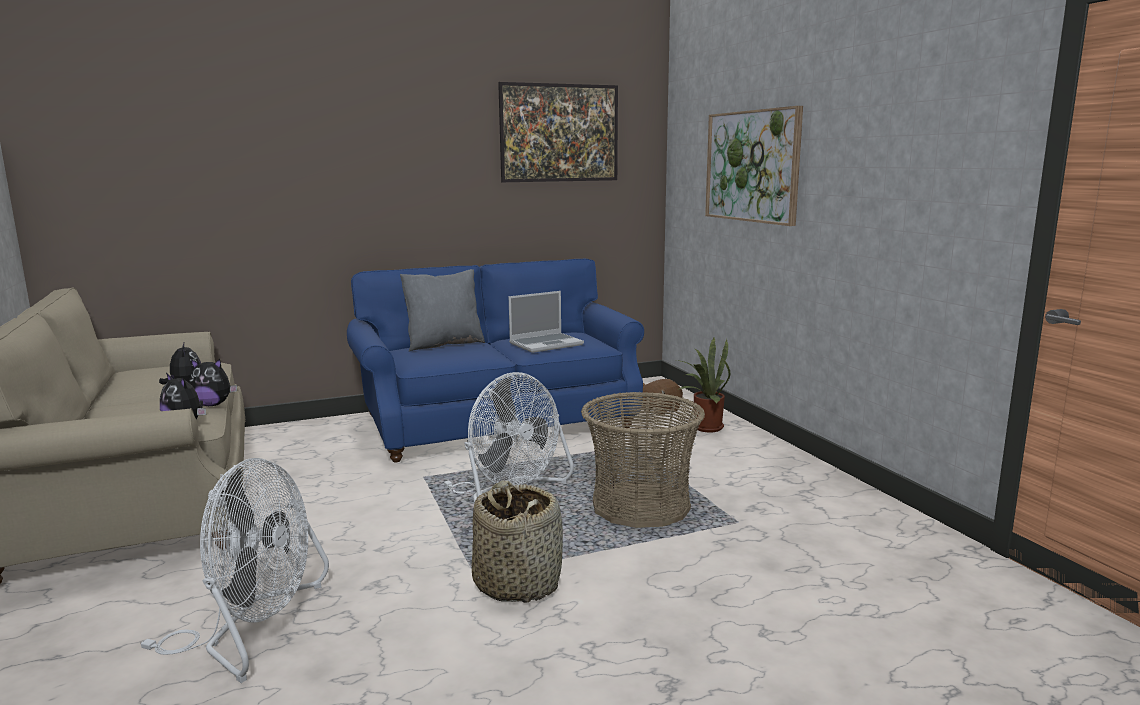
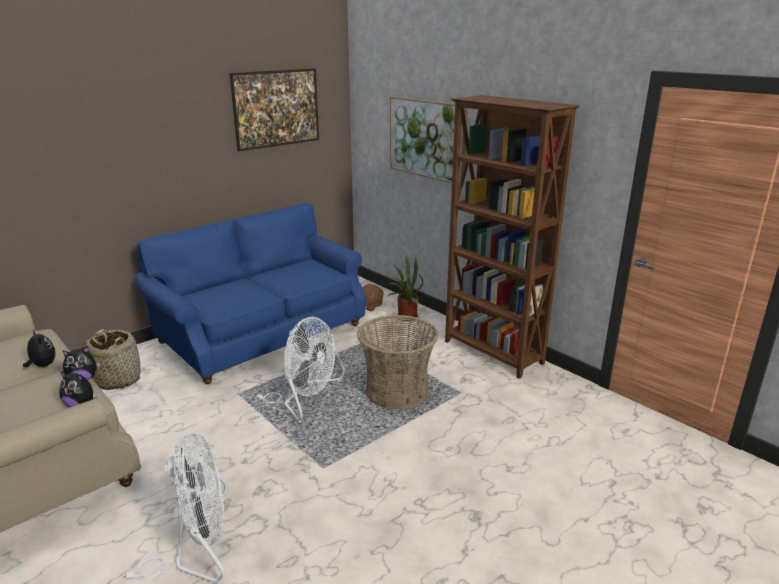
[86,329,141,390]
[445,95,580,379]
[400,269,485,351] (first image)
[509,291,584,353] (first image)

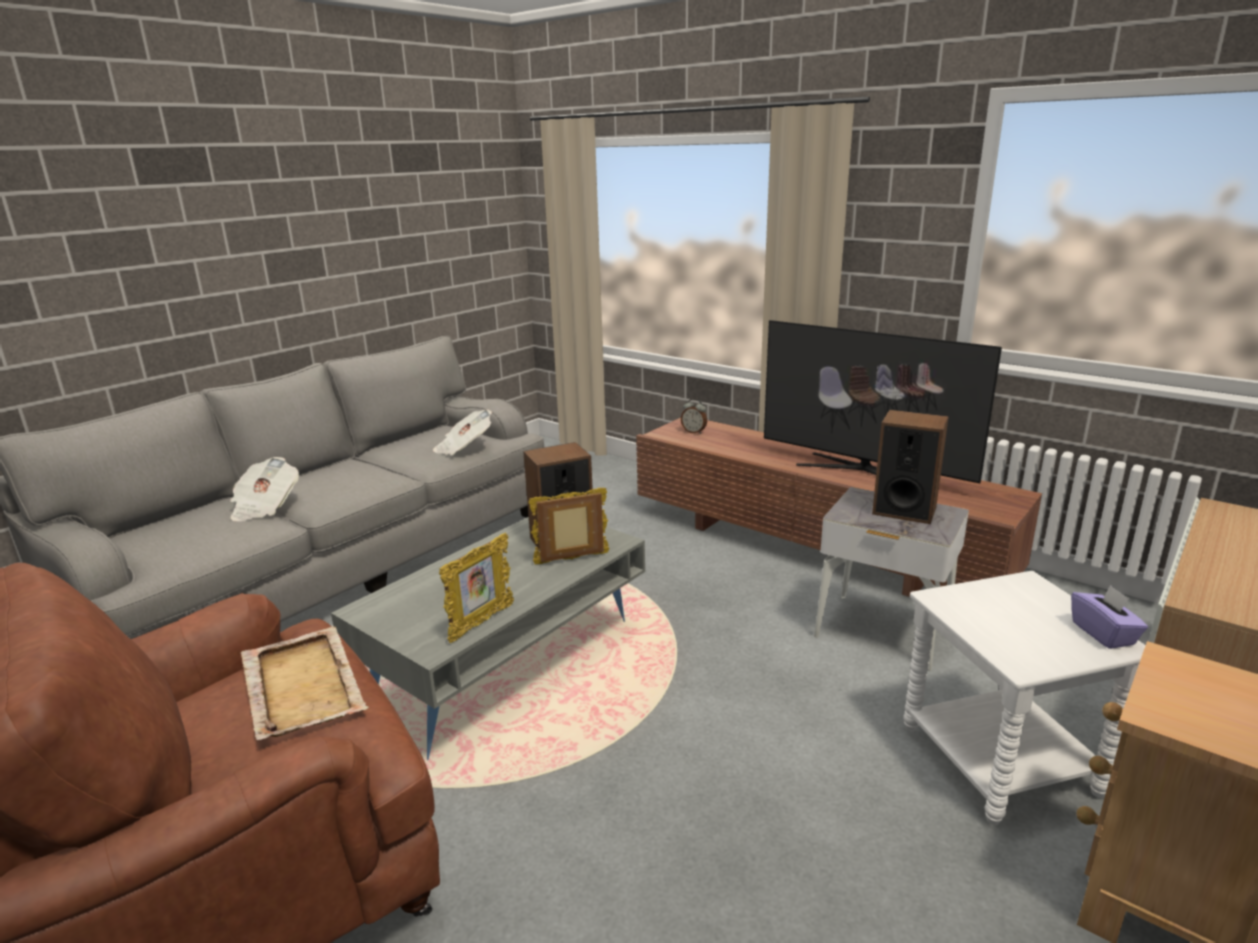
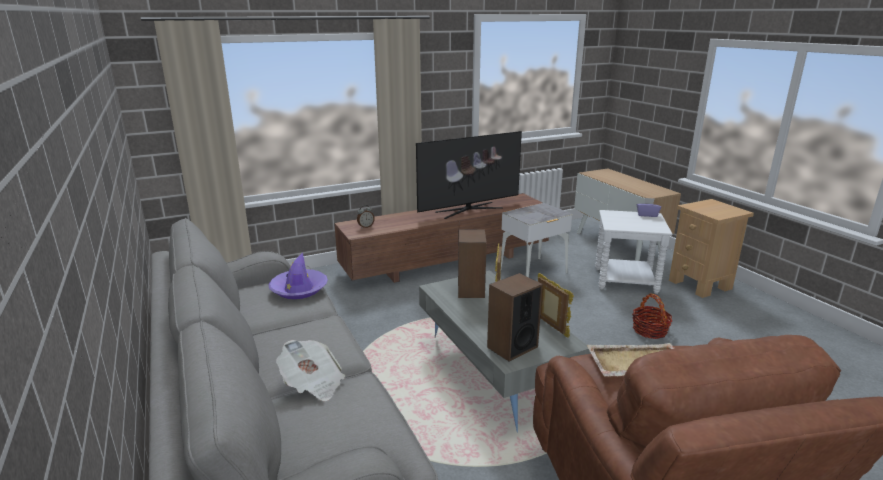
[269,253,328,299]
[487,273,543,362]
[632,293,672,339]

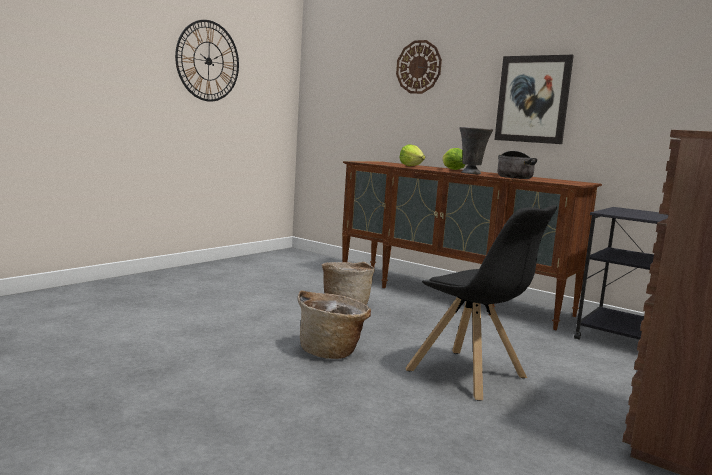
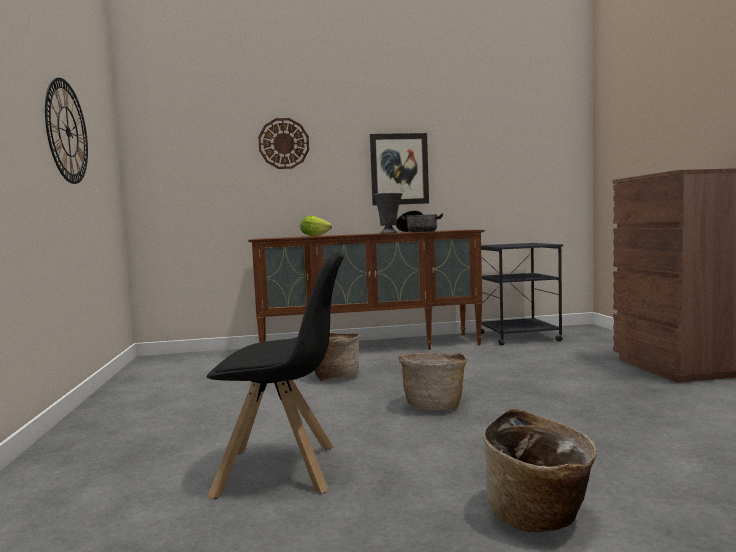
[207,252,344,500]
[483,408,597,532]
[442,148,466,170] (first image)

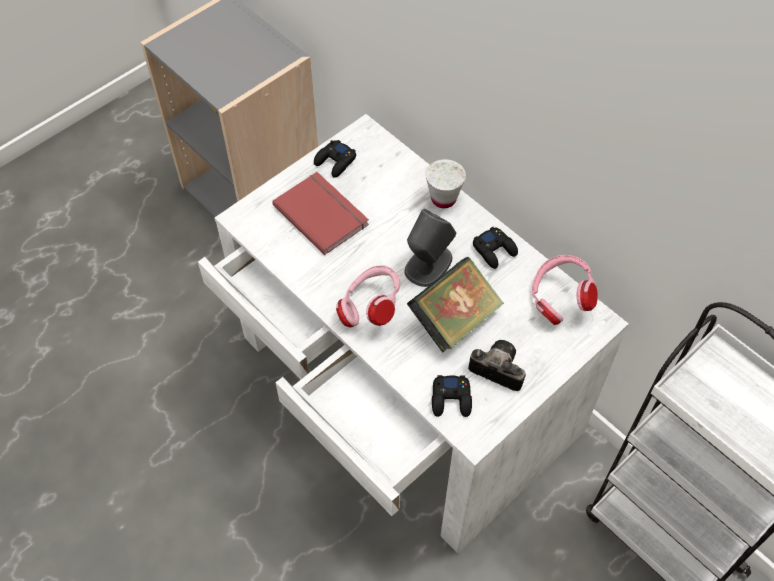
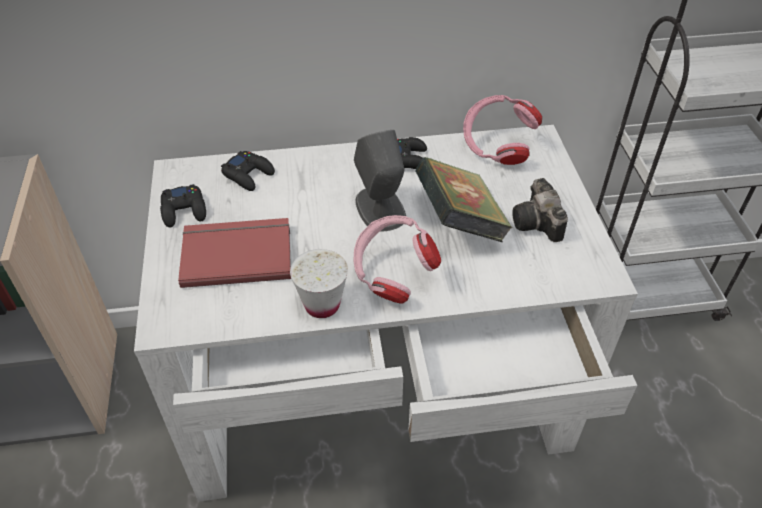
[221,151,275,191]
[290,249,348,318]
[513,178,568,242]

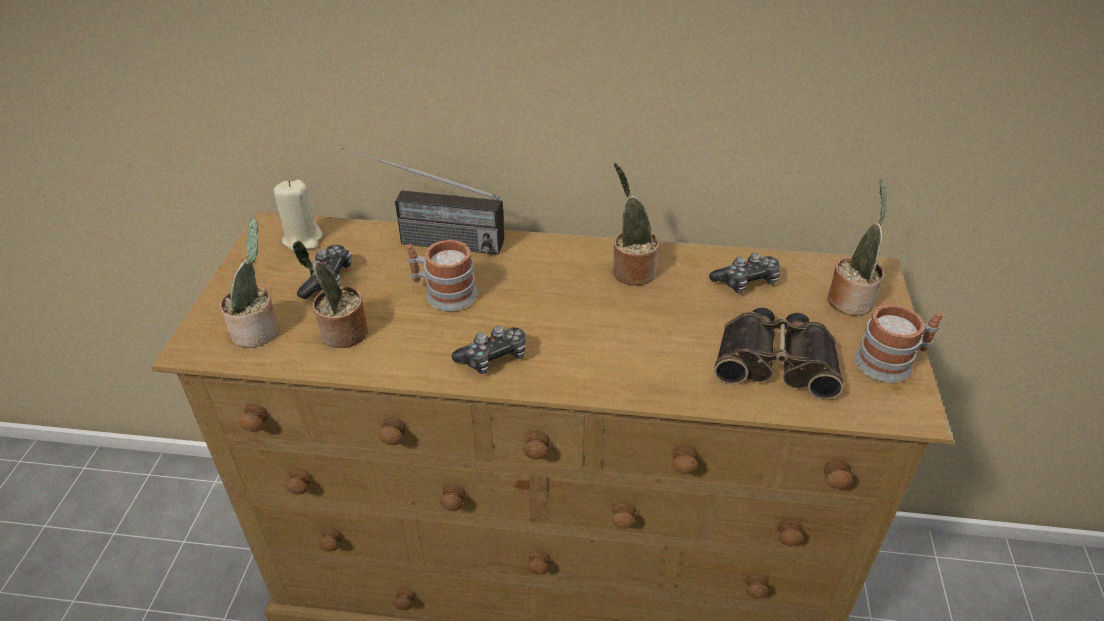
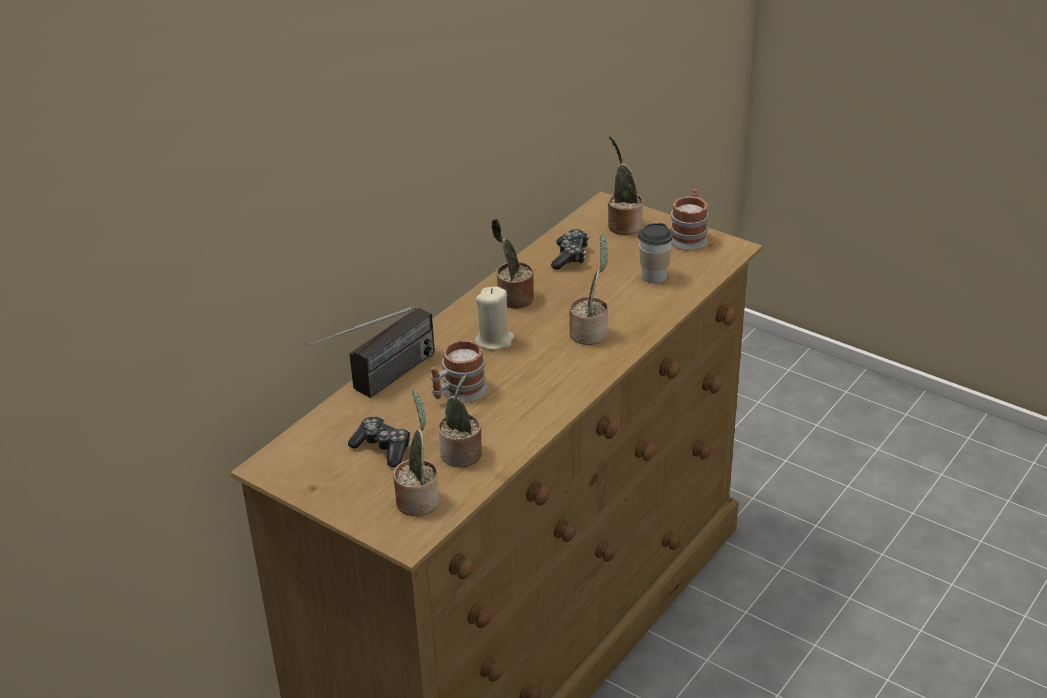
[475,286,515,350]
[569,234,608,345]
[638,223,673,283]
[452,326,526,374] (first image)

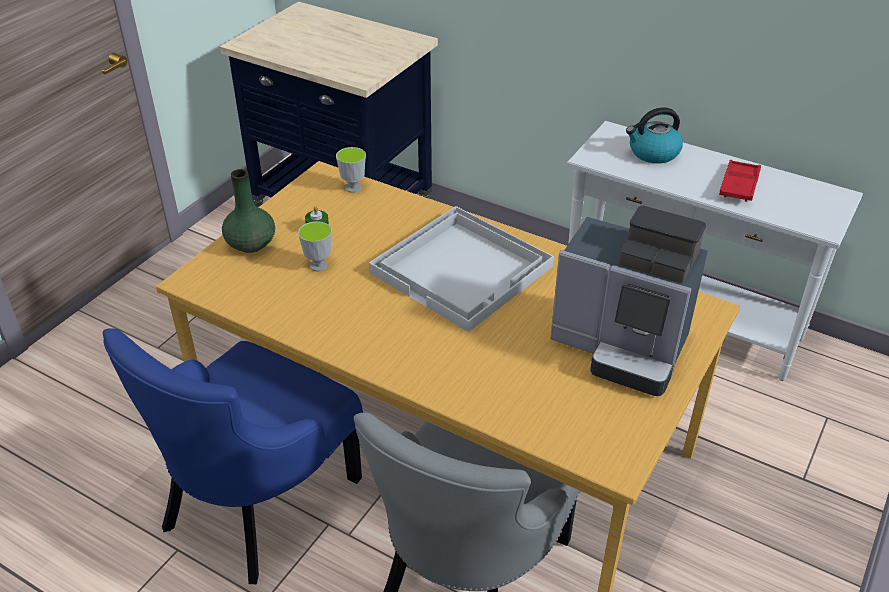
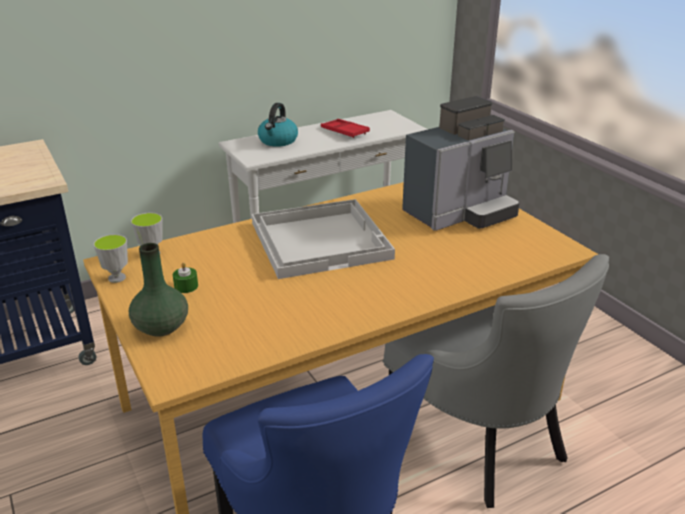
[93,234,128,283]

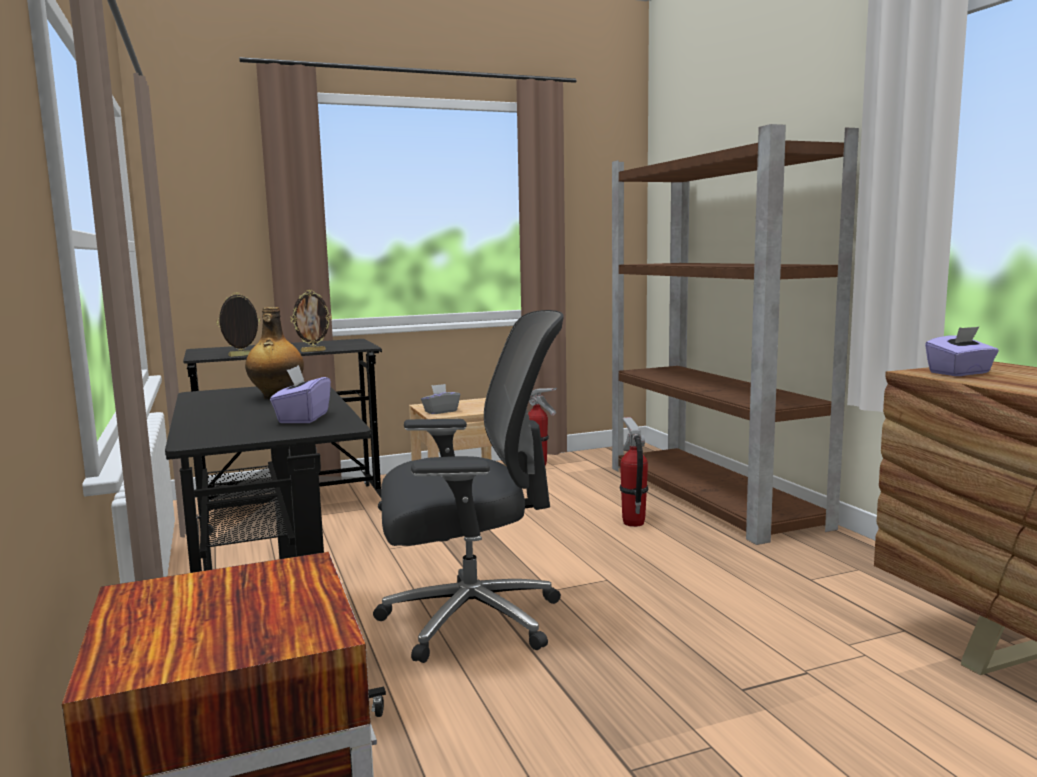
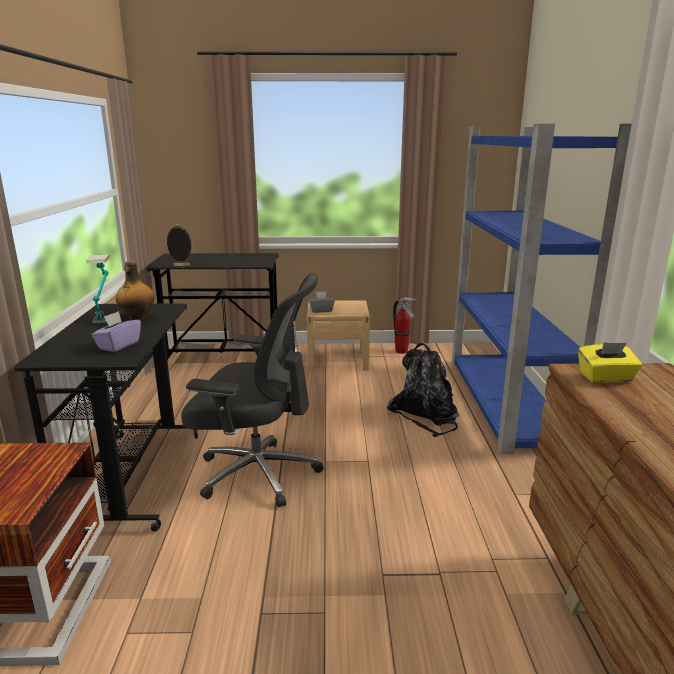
[86,254,110,324]
[387,343,459,437]
[452,124,632,454]
[578,342,642,383]
[291,290,332,352] (first image)

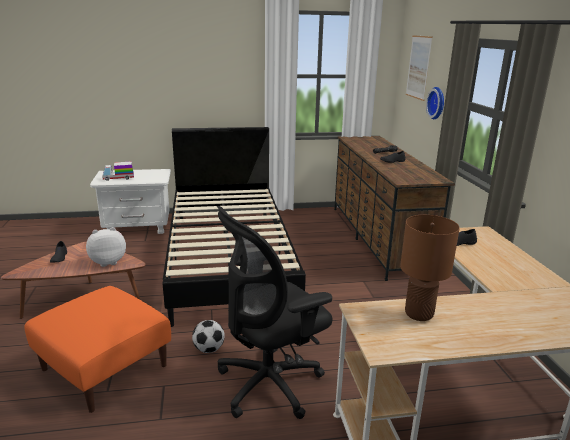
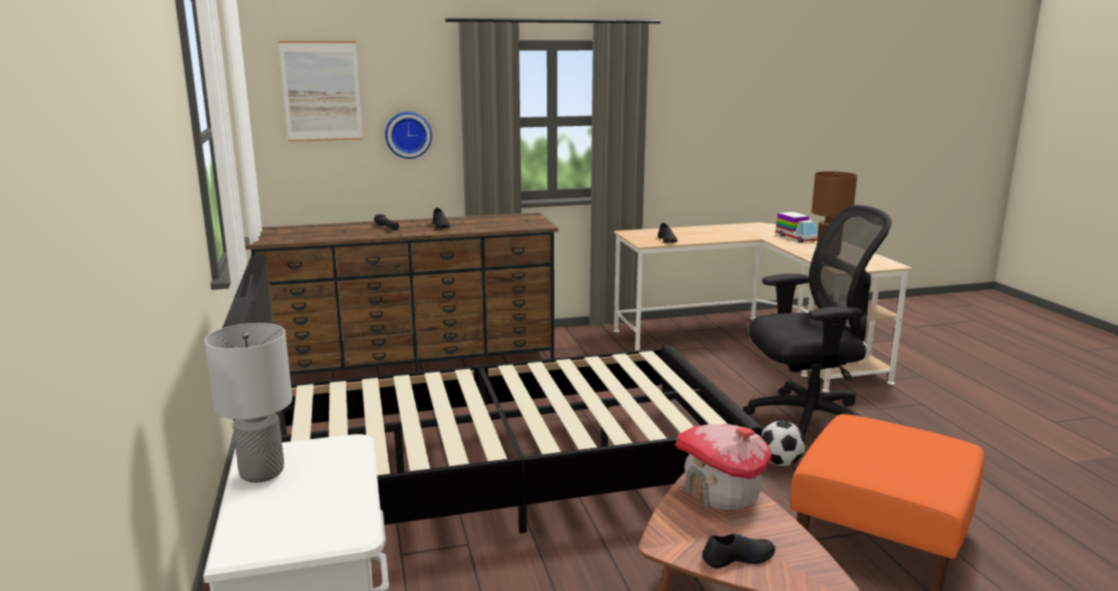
[204,323,292,483]
[675,424,771,510]
[743,205,892,438]
[776,212,818,243]

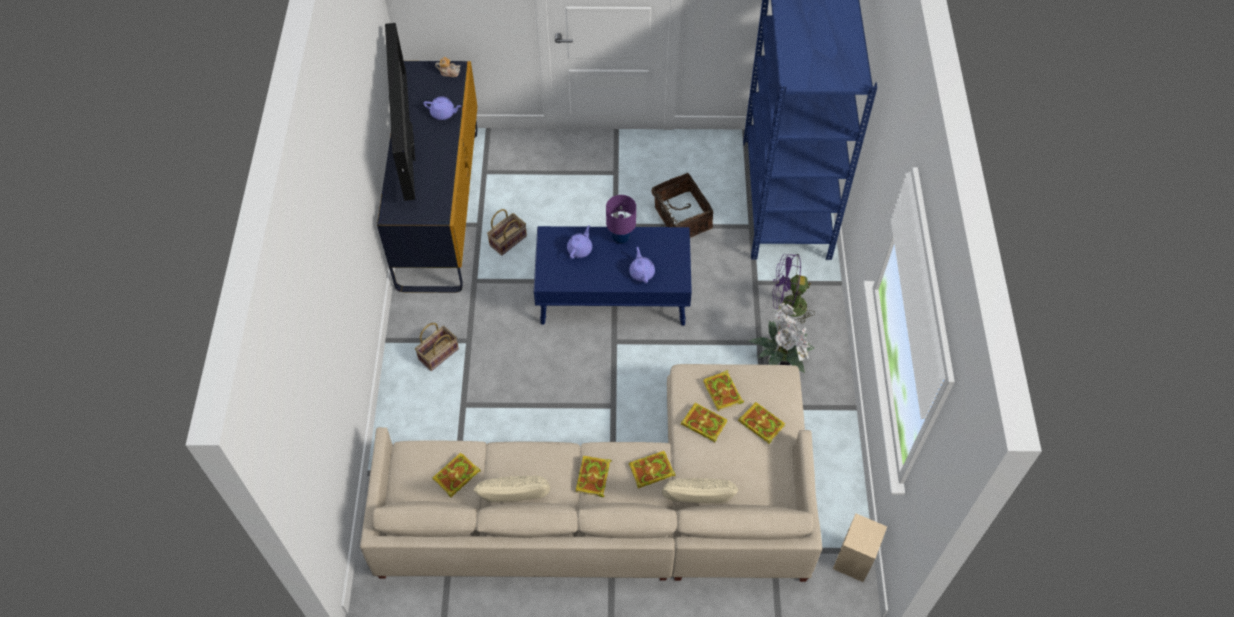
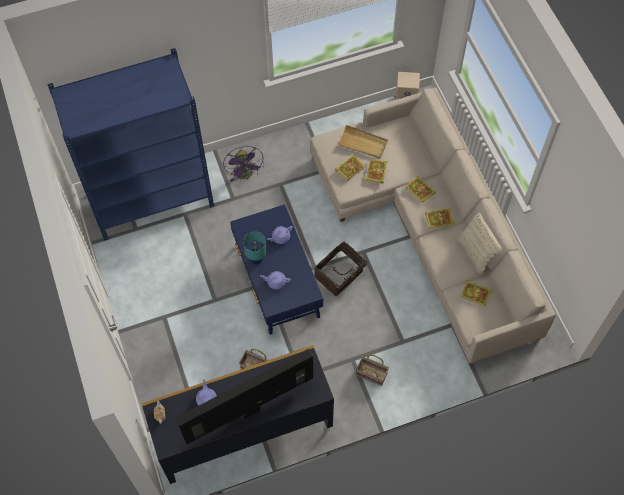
[243,231,267,264]
[315,241,371,296]
[337,125,388,159]
[661,478,739,503] (first image)
[749,303,815,373] (first image)

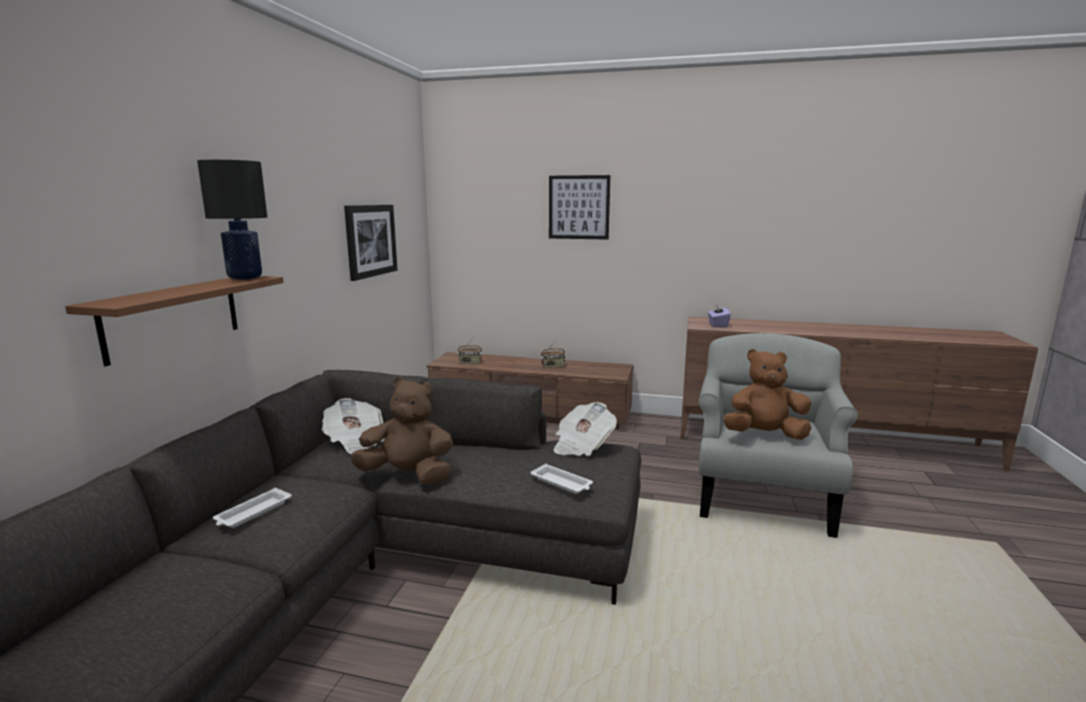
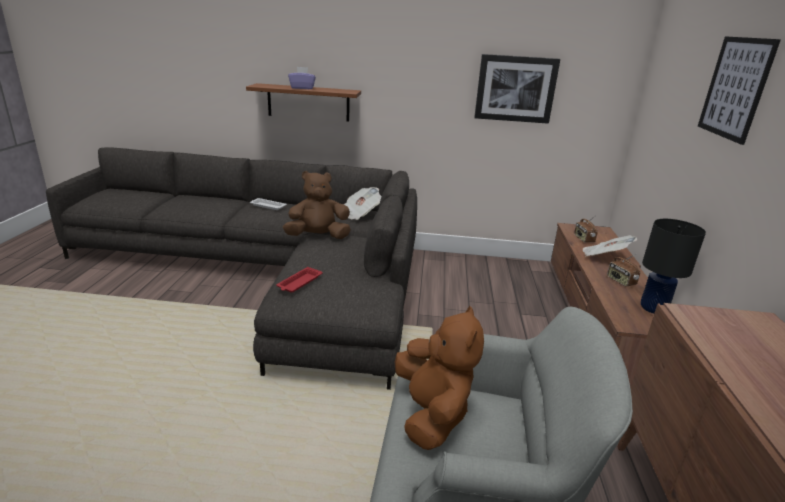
[276,267,323,293]
[283,171,351,239]
[288,67,316,89]
[583,235,637,256]
[641,219,706,314]

